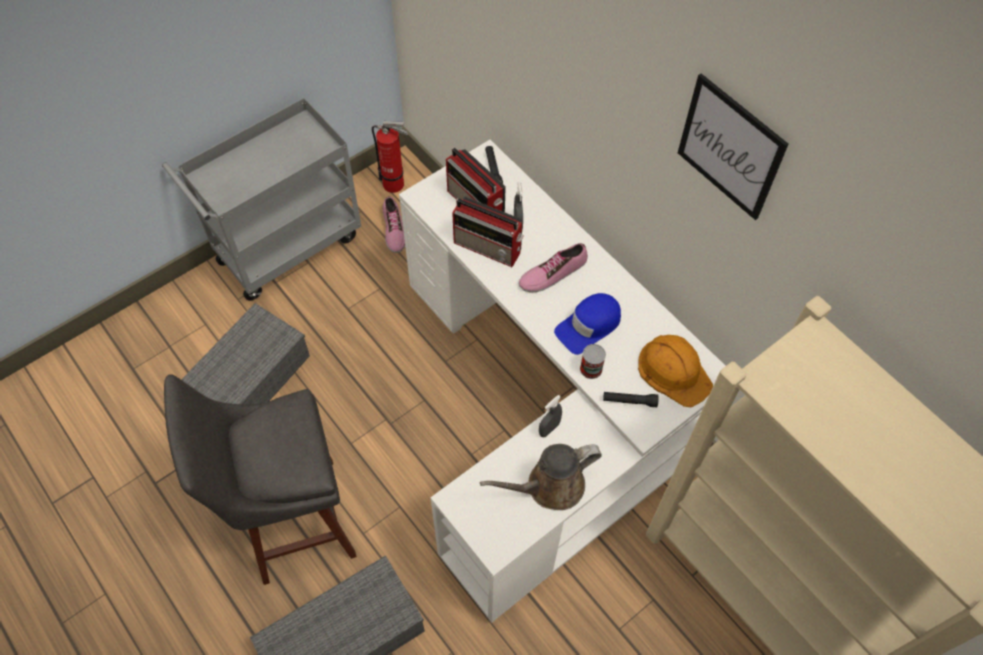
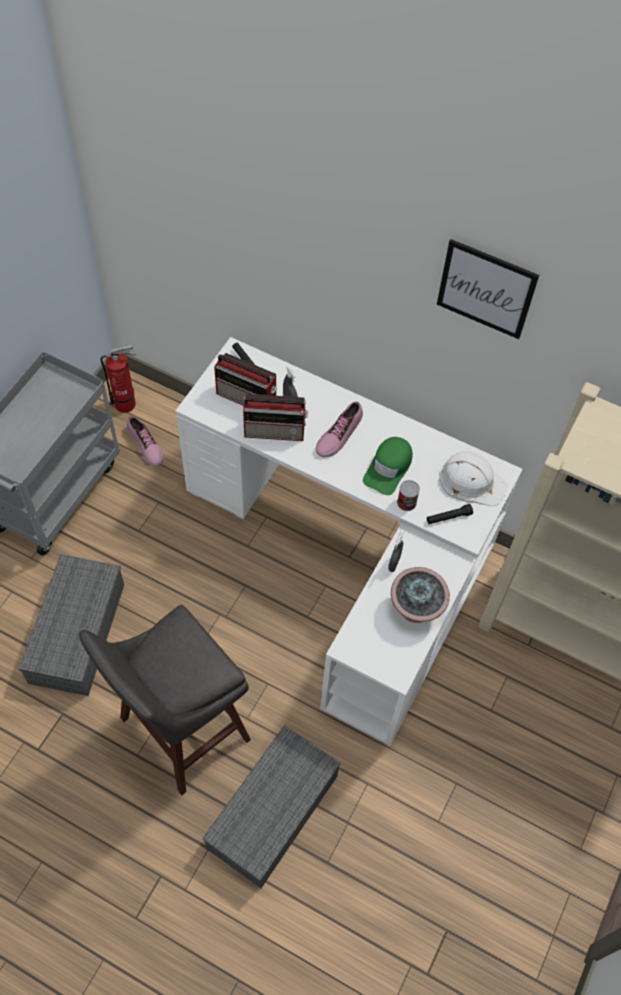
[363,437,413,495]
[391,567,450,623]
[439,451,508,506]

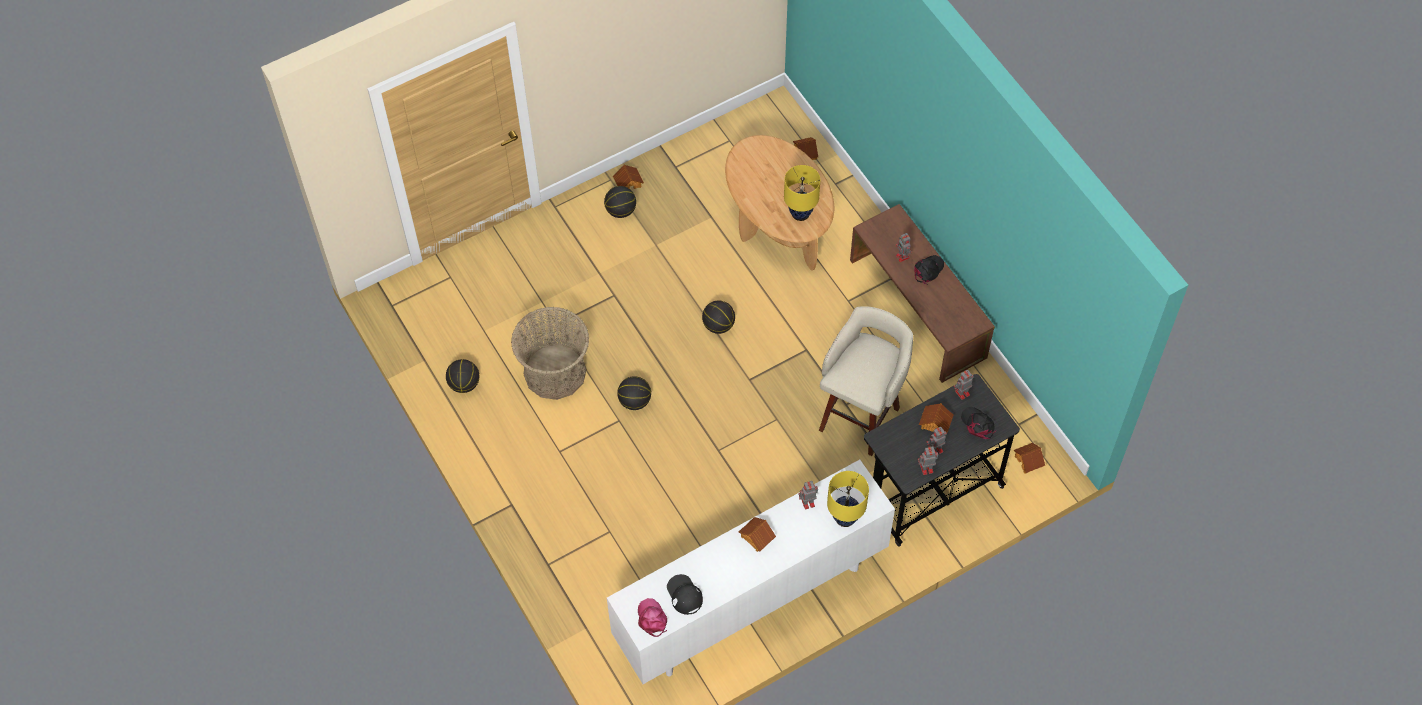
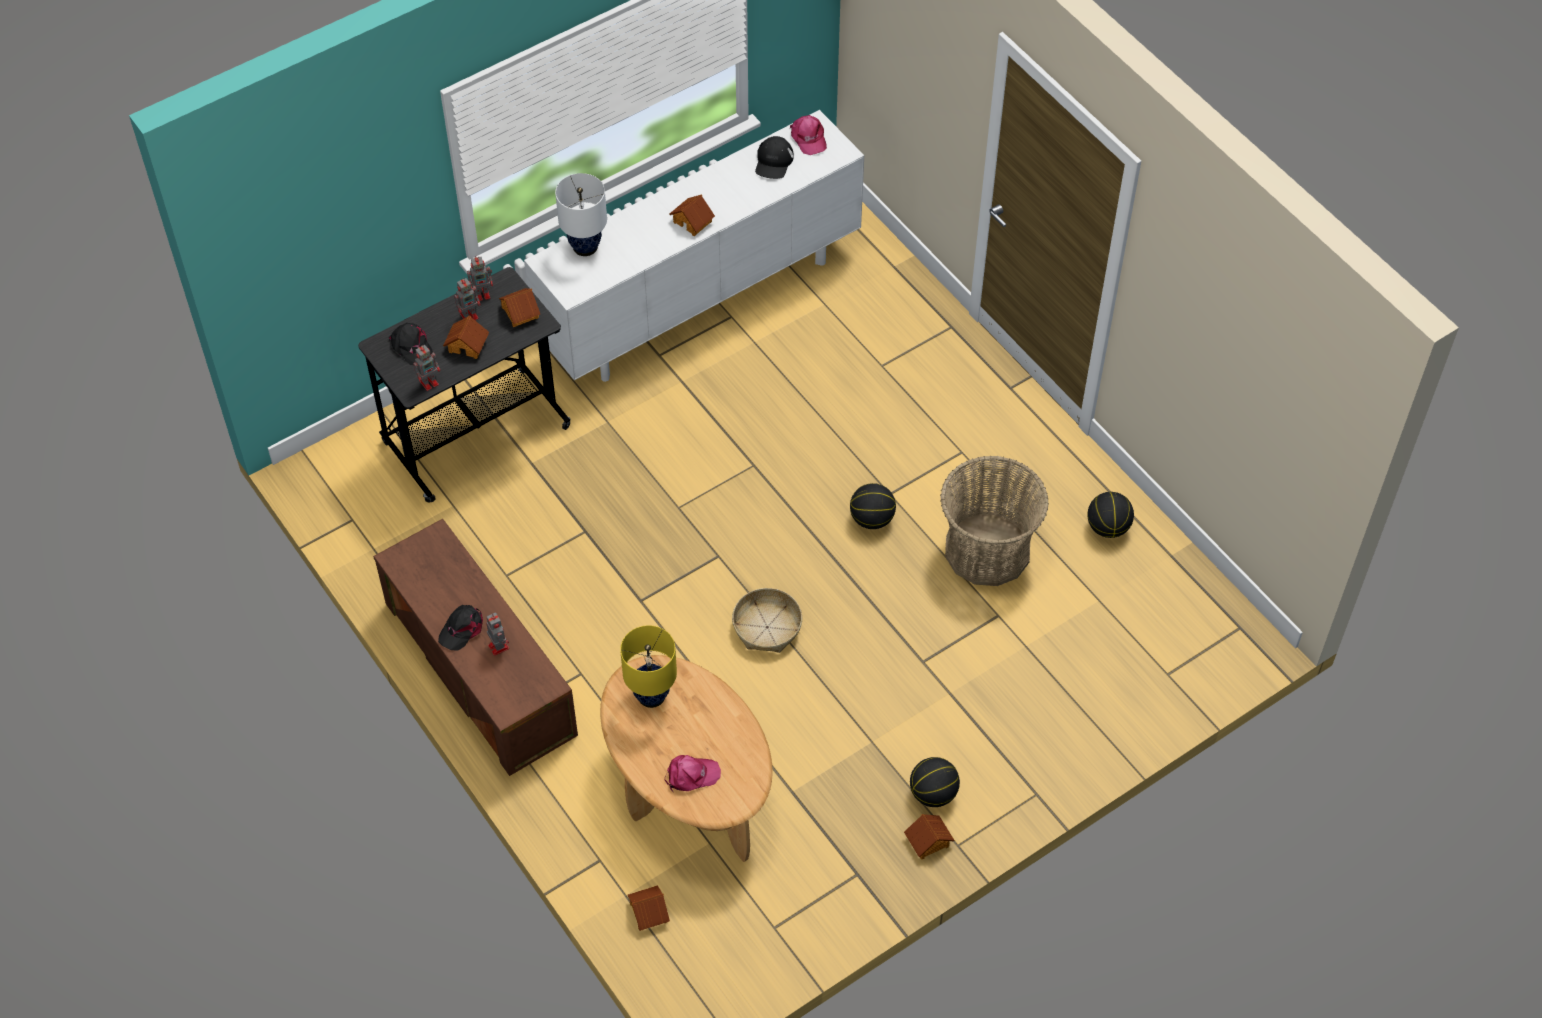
[499,288,540,327]
[555,173,607,256]
[665,755,721,791]
[732,588,802,653]
[755,136,794,179]
[798,481,818,510] (first image)
[819,306,913,456] (first image)

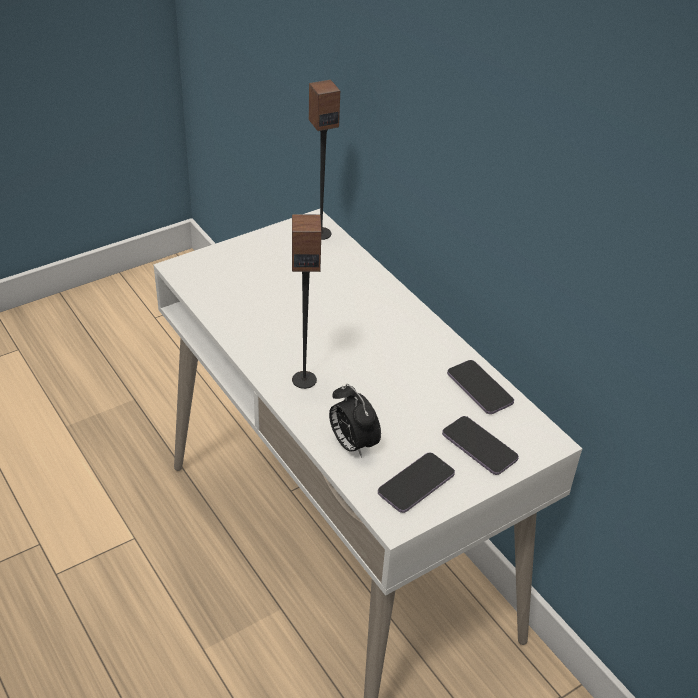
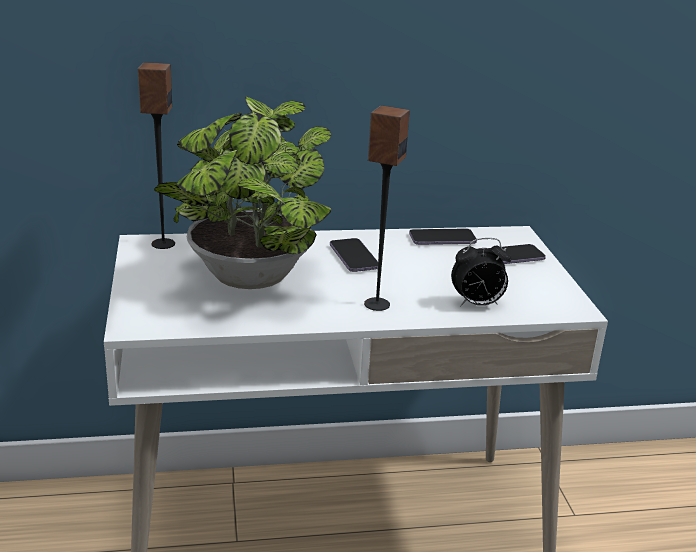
[154,96,331,289]
[330,238,378,272]

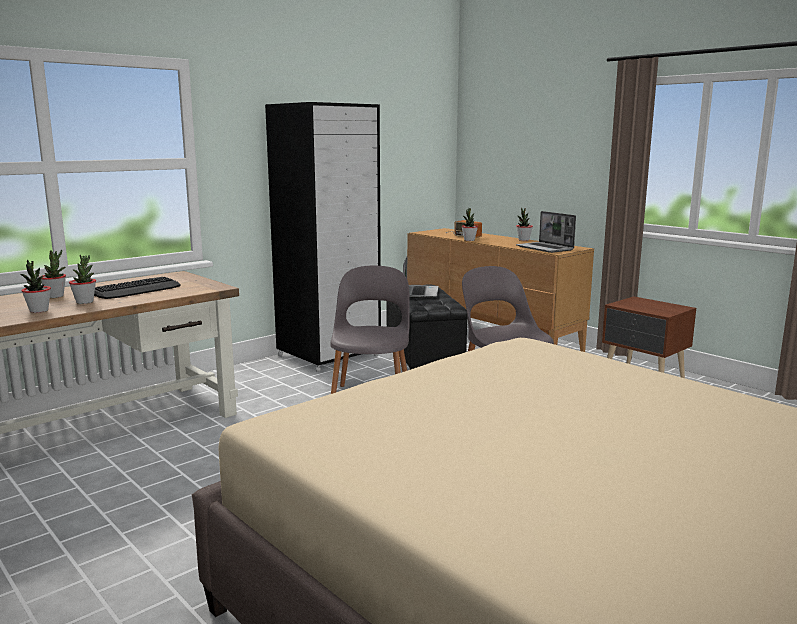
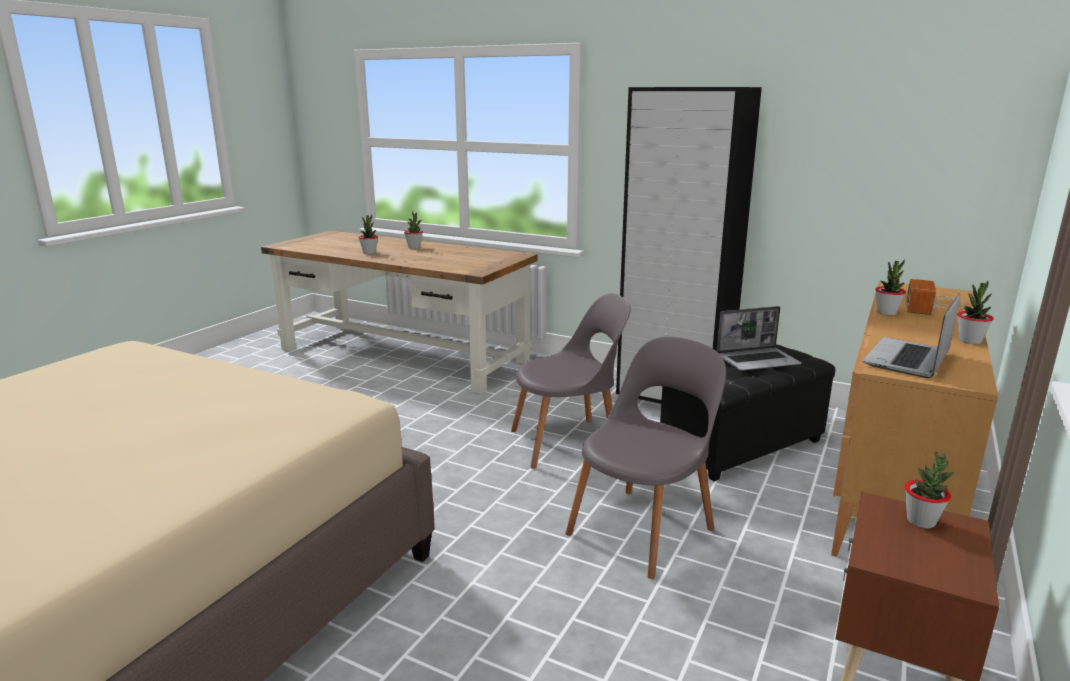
[905,452,954,528]
[94,277,181,299] (first image)

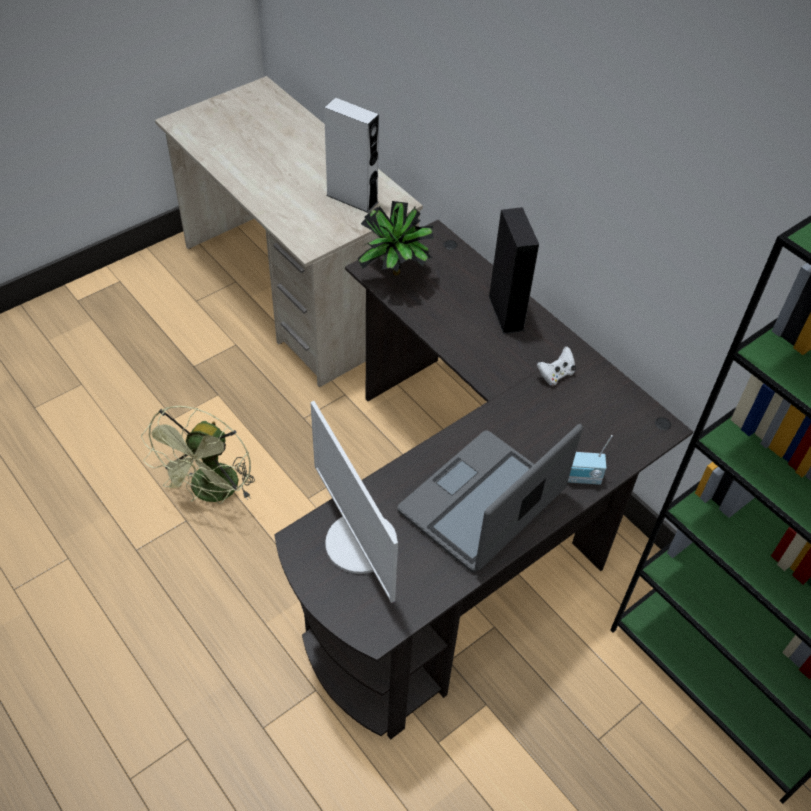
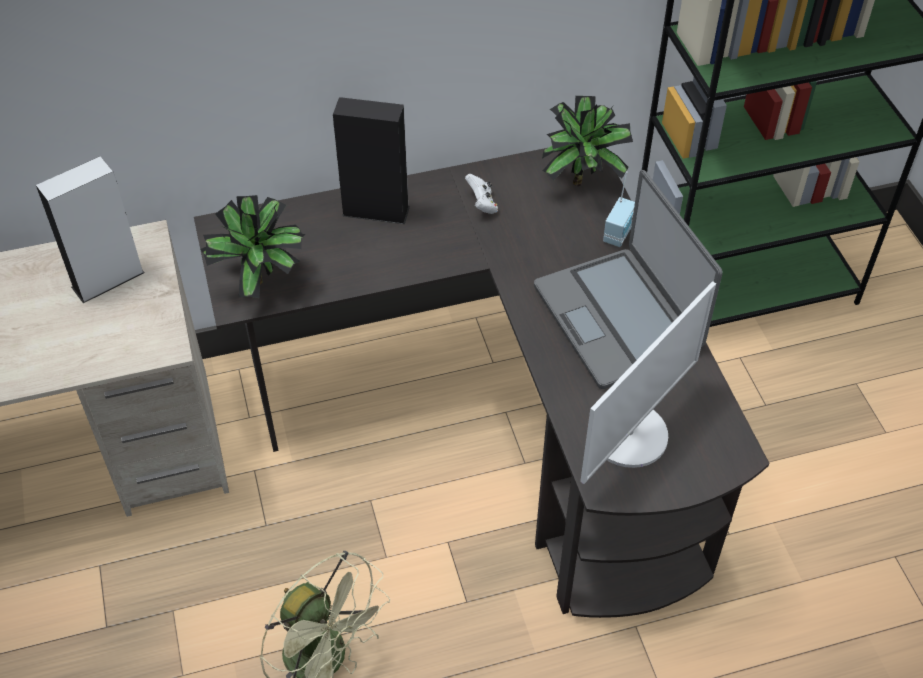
[542,96,633,186]
[580,281,716,484]

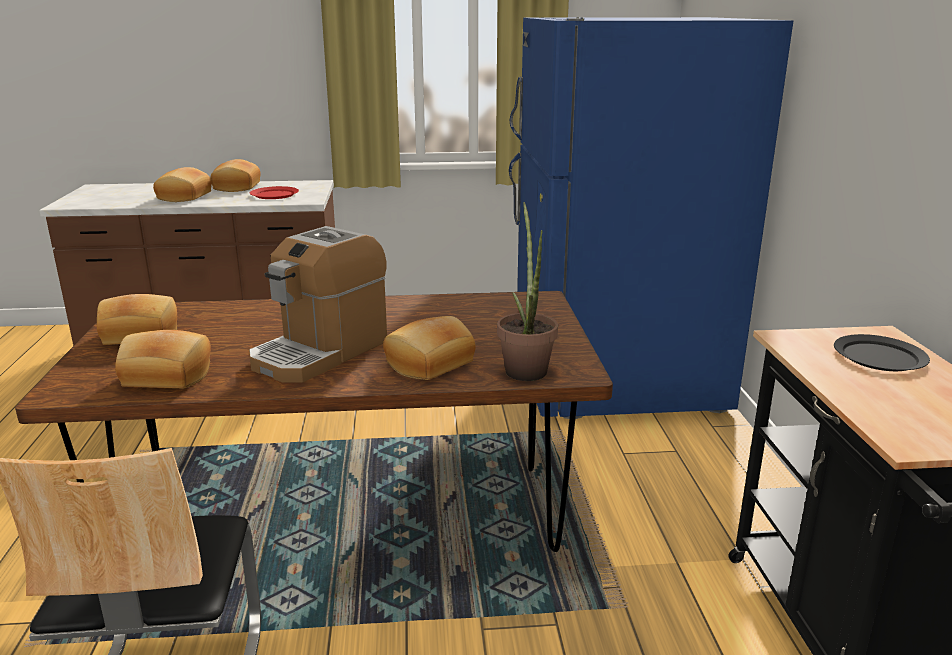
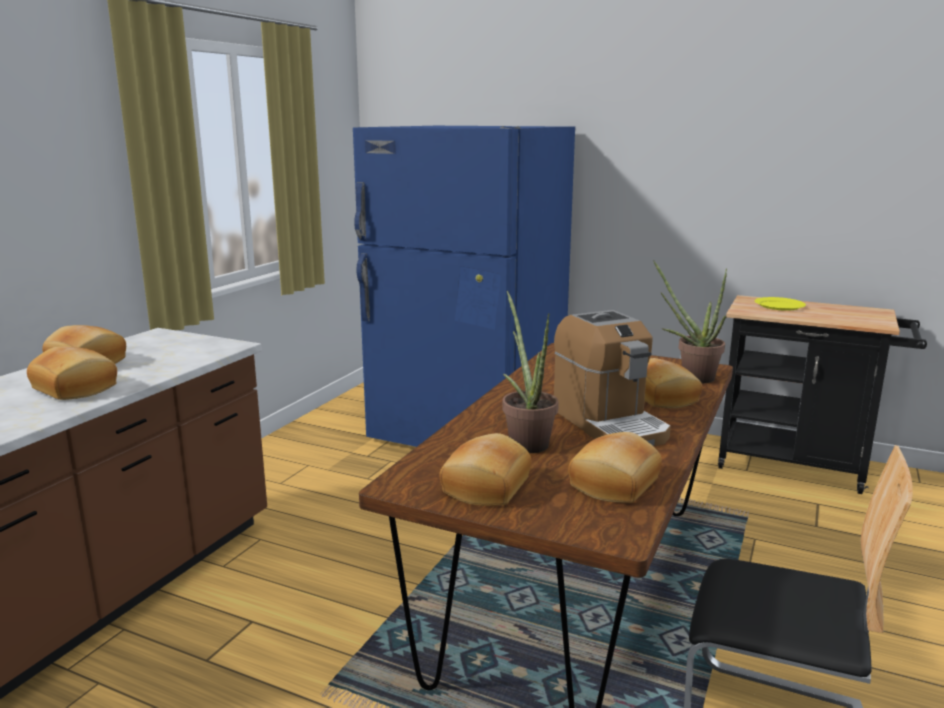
[502,291,559,453]
[755,297,806,311]
[250,186,299,199] (first image)

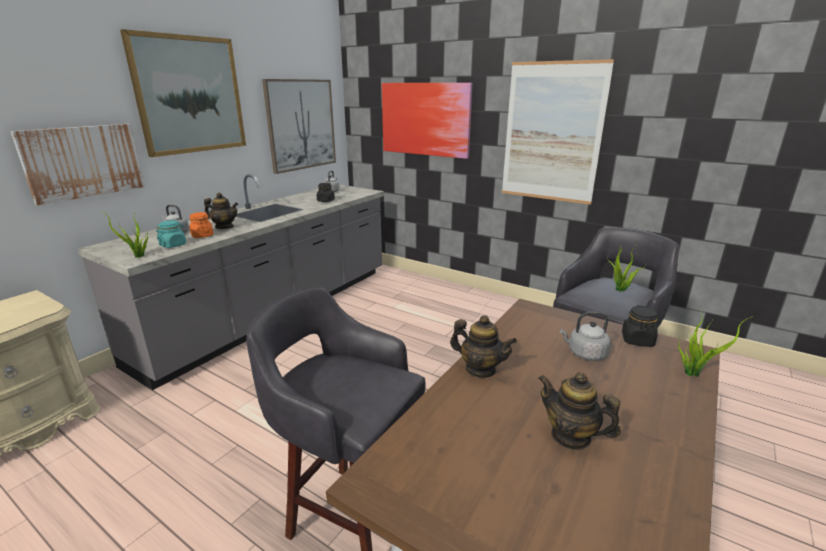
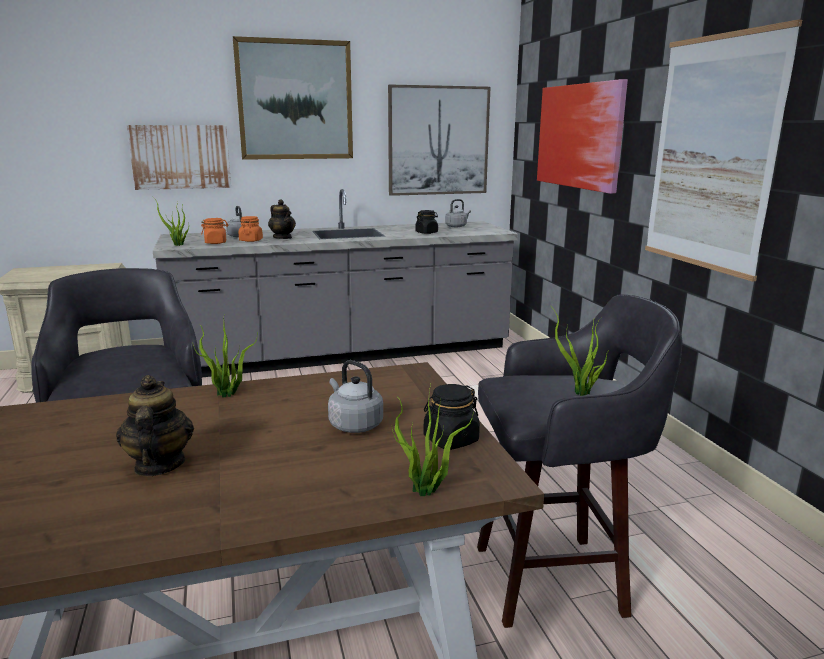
[193,313,257,398]
[201,218,228,244]

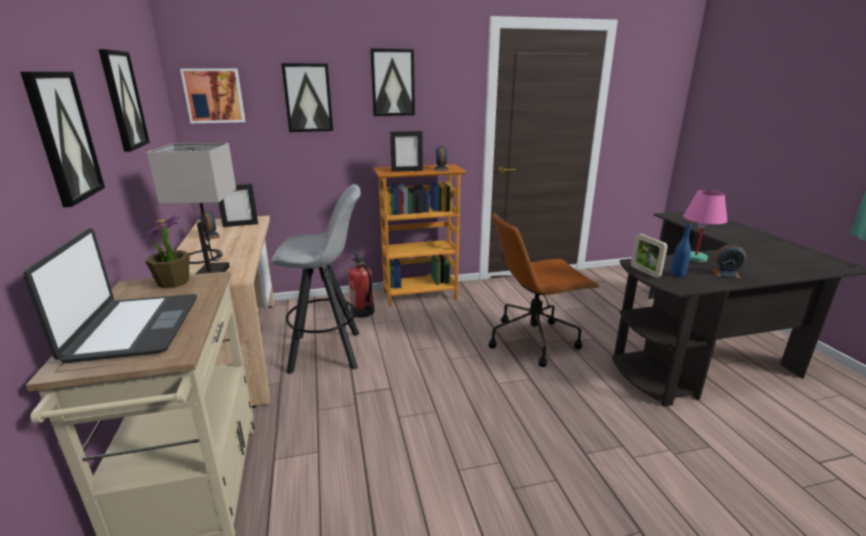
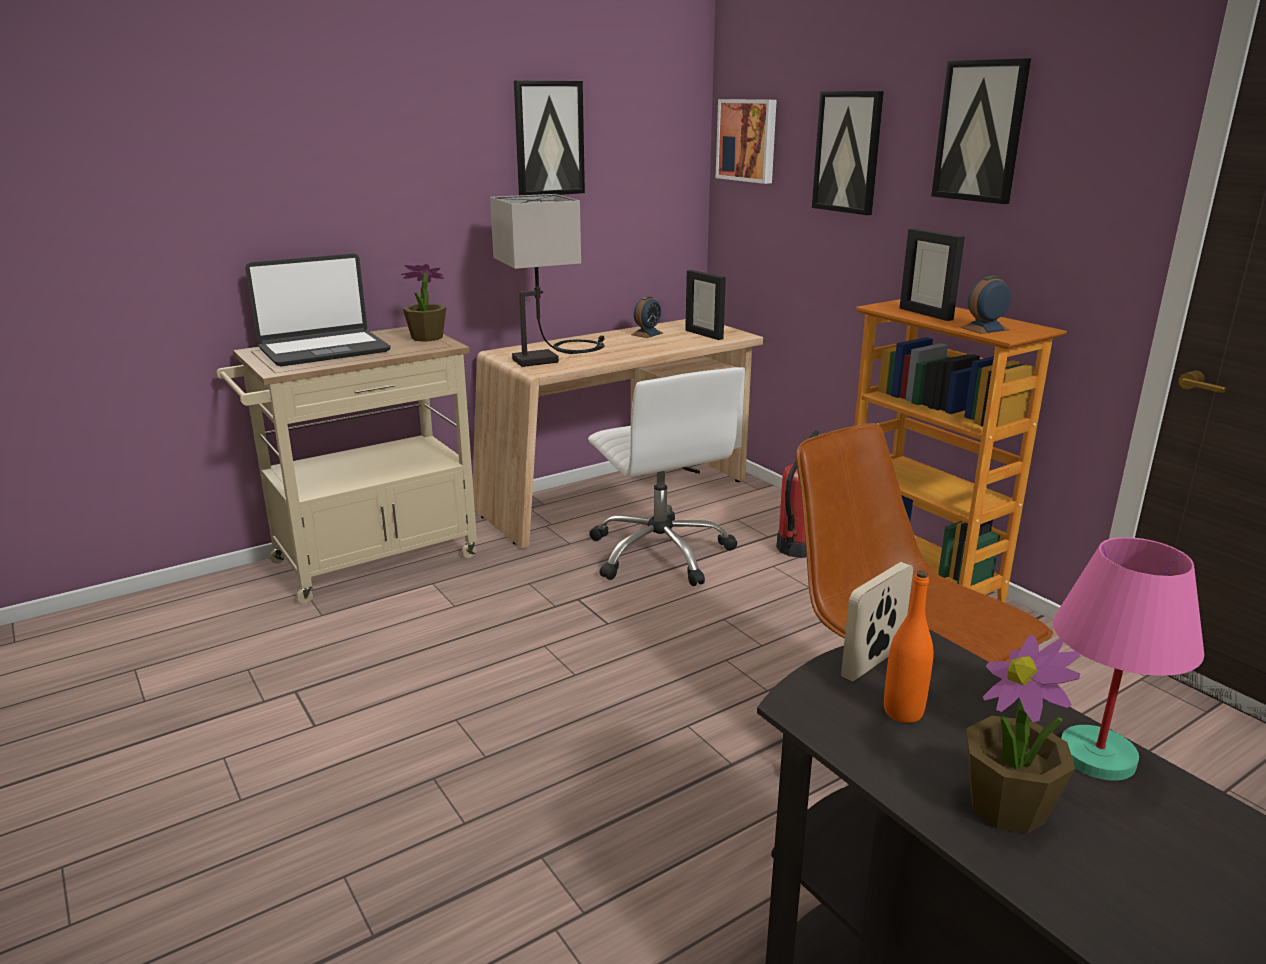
[588,367,744,586]
[884,570,934,723]
[966,635,1080,833]
[20,72,105,207] (first image)

